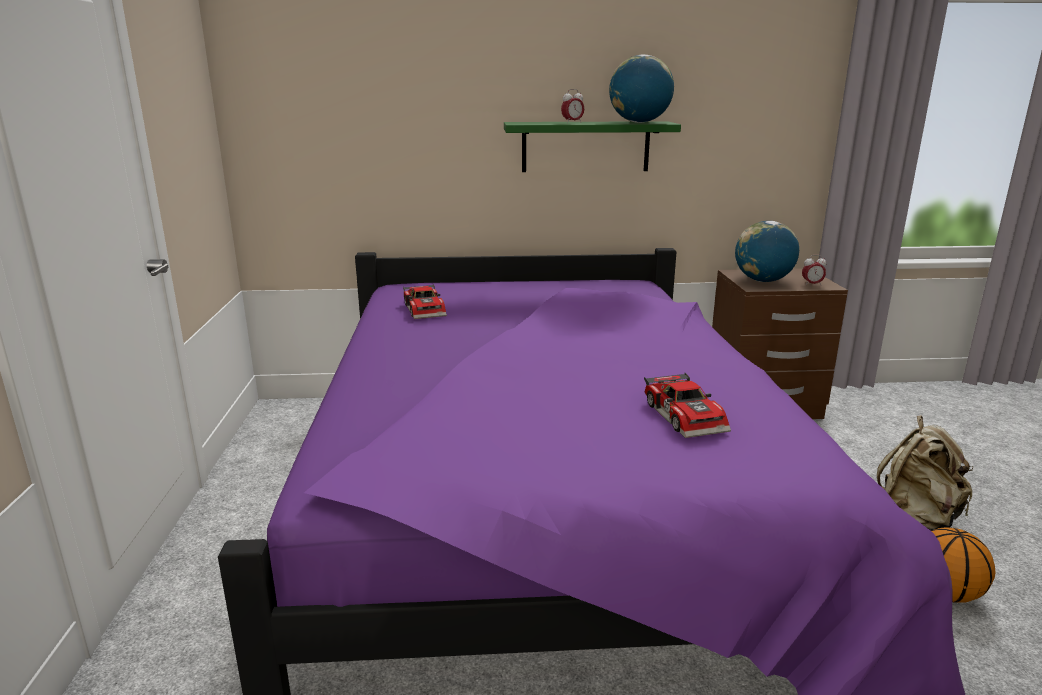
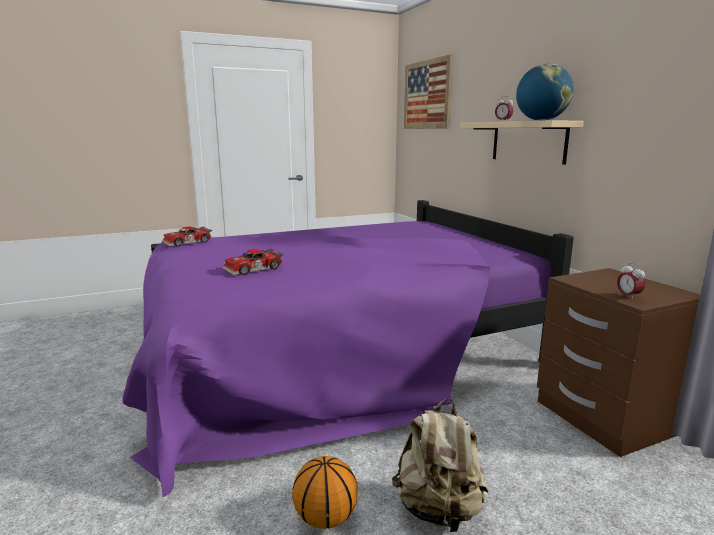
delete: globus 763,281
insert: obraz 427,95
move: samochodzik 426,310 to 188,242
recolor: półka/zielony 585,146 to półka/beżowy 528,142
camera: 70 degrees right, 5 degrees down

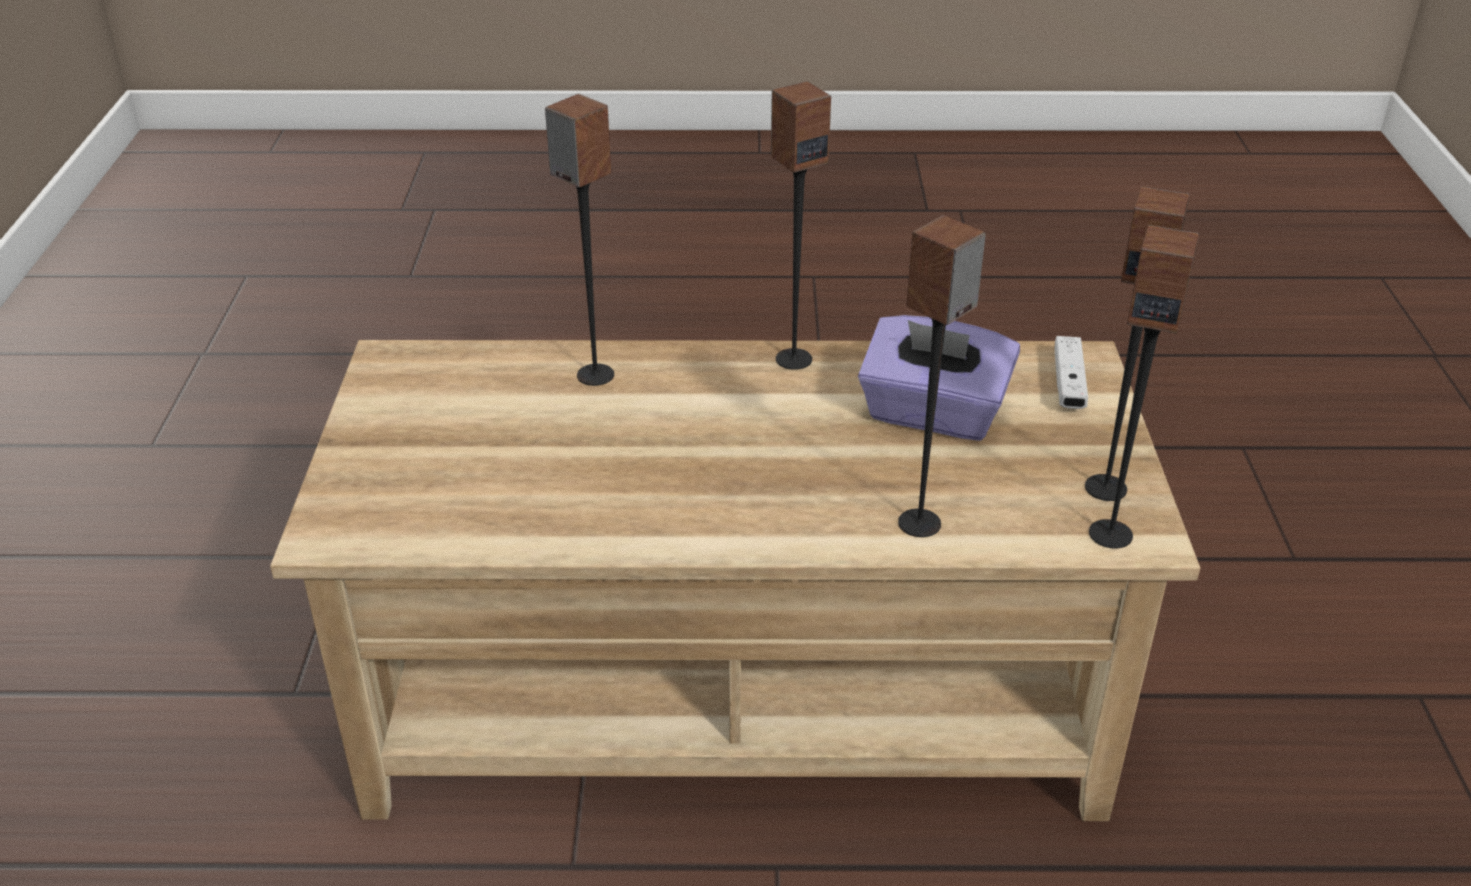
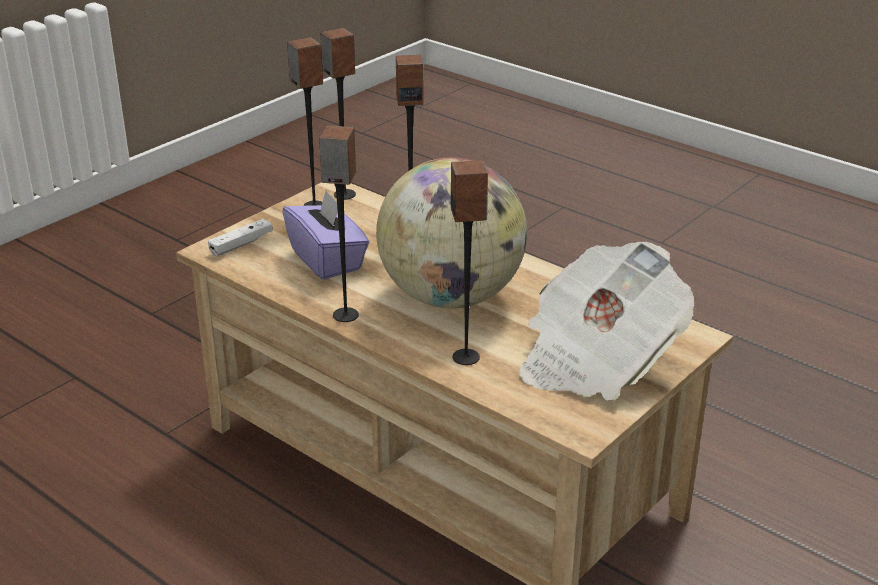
insert: globus 451,297; gazeta 597,359
camera: 140 degrees left, 5 degrees down

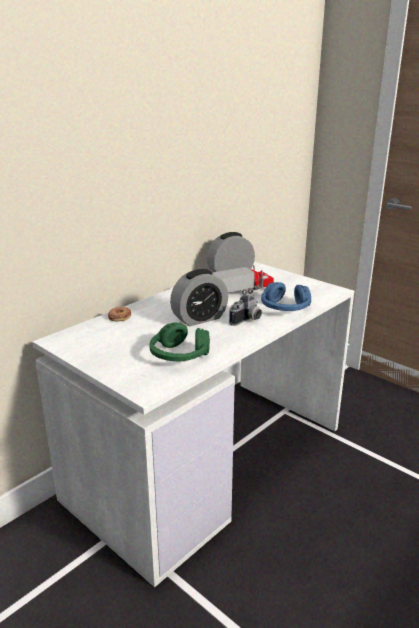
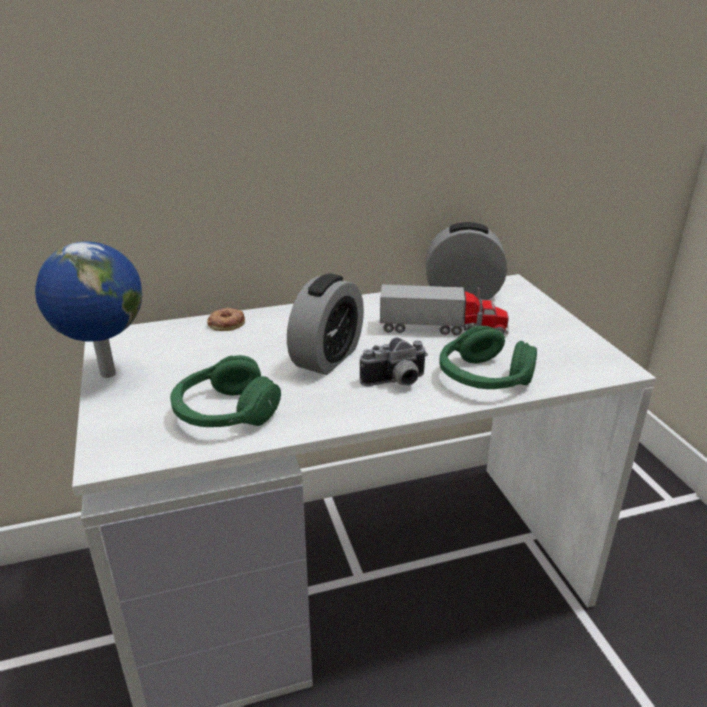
insert: globus 106,374
recolor: słuchawki/niebieski 285,308 to słuchawki/zielony 483,377
rotate: budzik 199,318 = 327,358 60 degrees counterclockwise
camera: 30 degrees right, 5 degrees up

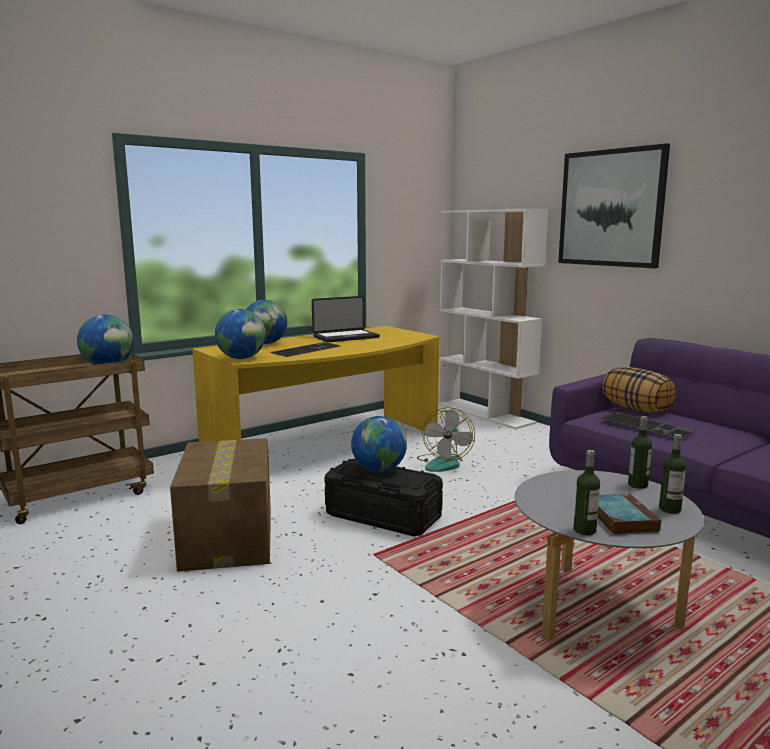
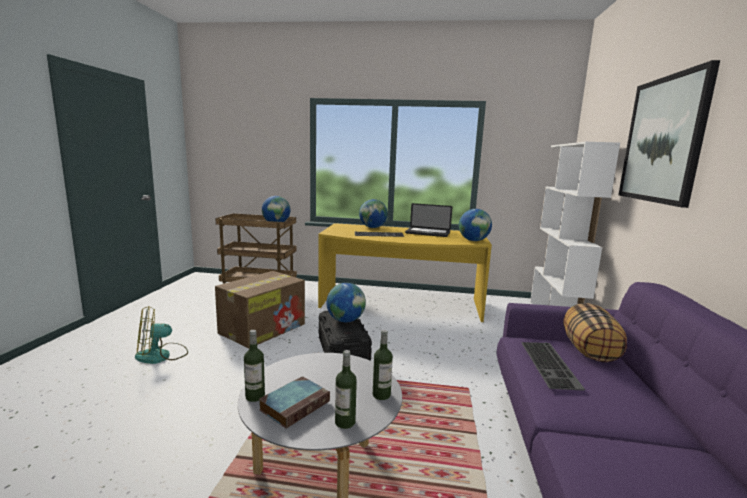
move: wentylator 444,463 to 161,355; globus 241,358 to 473,240
camera: 45 degrees right, 0 degrees up

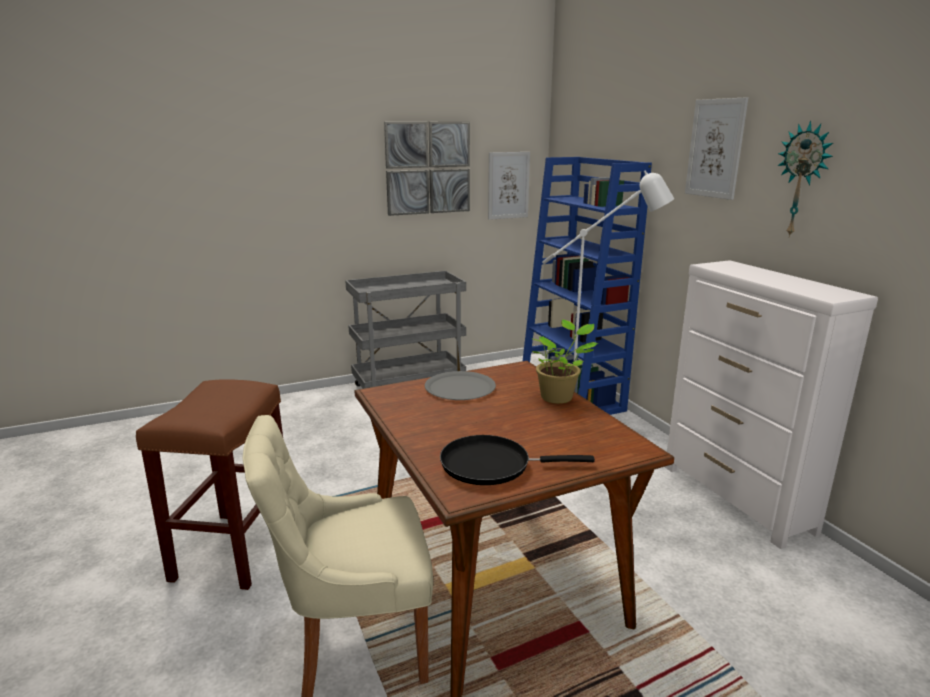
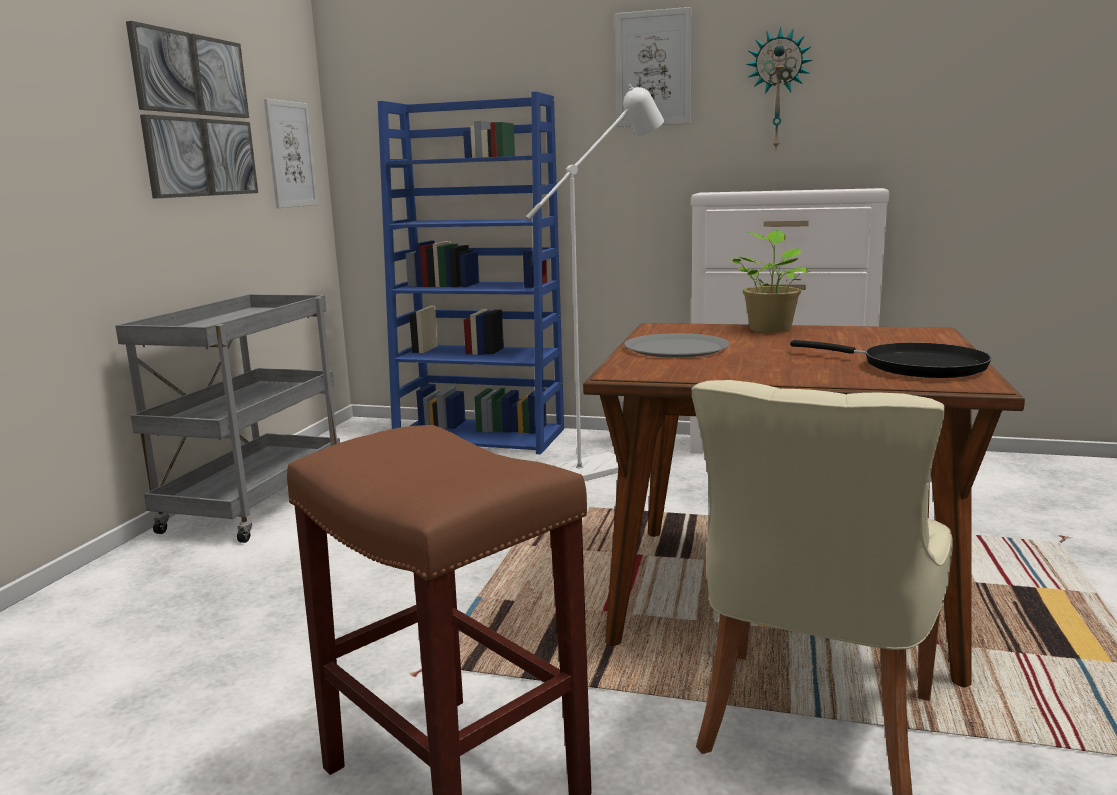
rotate: patelnia/czarny 492,465 = 914,366 90 degrees counterclockwise
camera: 50 degrees left, 5 degrees down

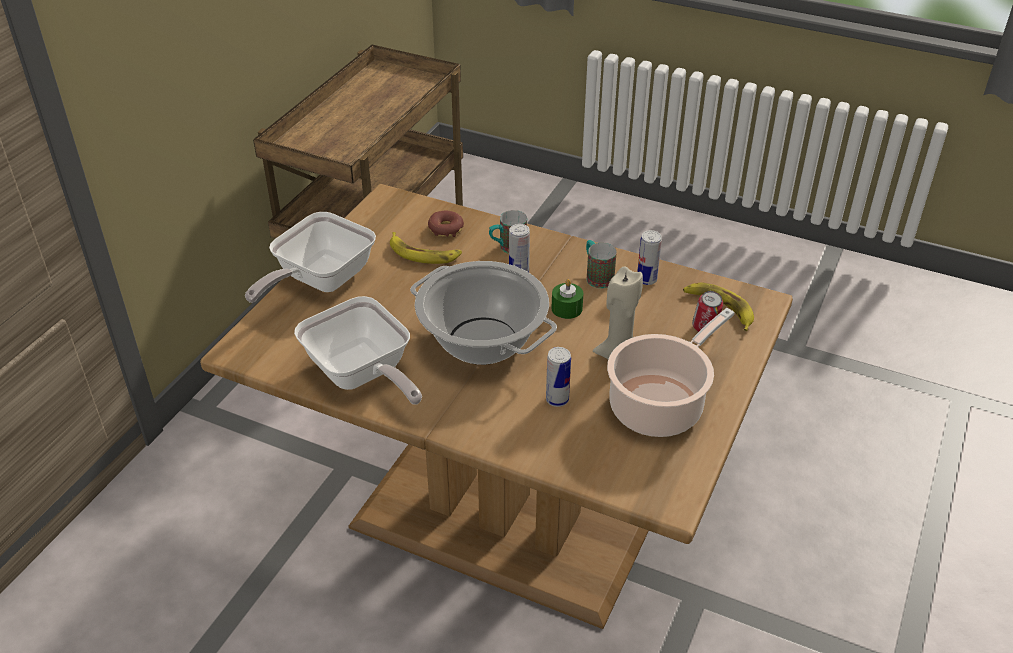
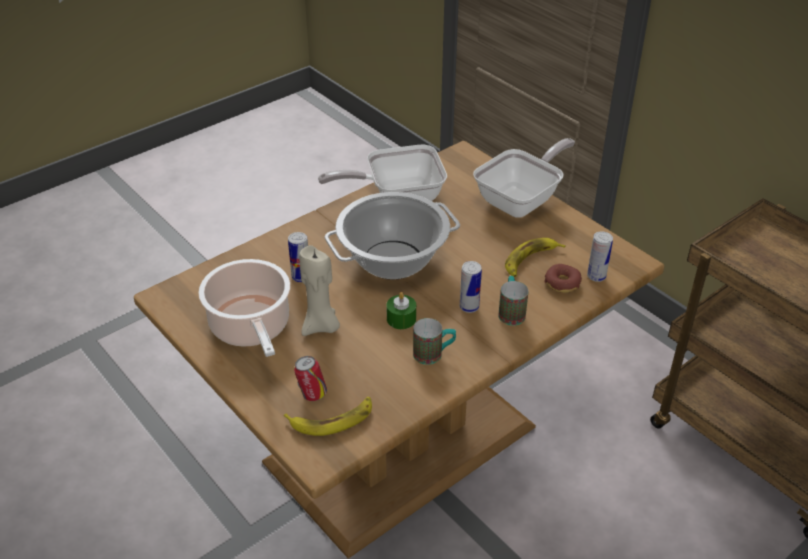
move: puszka 646,279 to 596,276
rotate: patelnia 319,281 = 522,200 75 degrees clockwise
camera: 115 degrees right, 0 degrees up

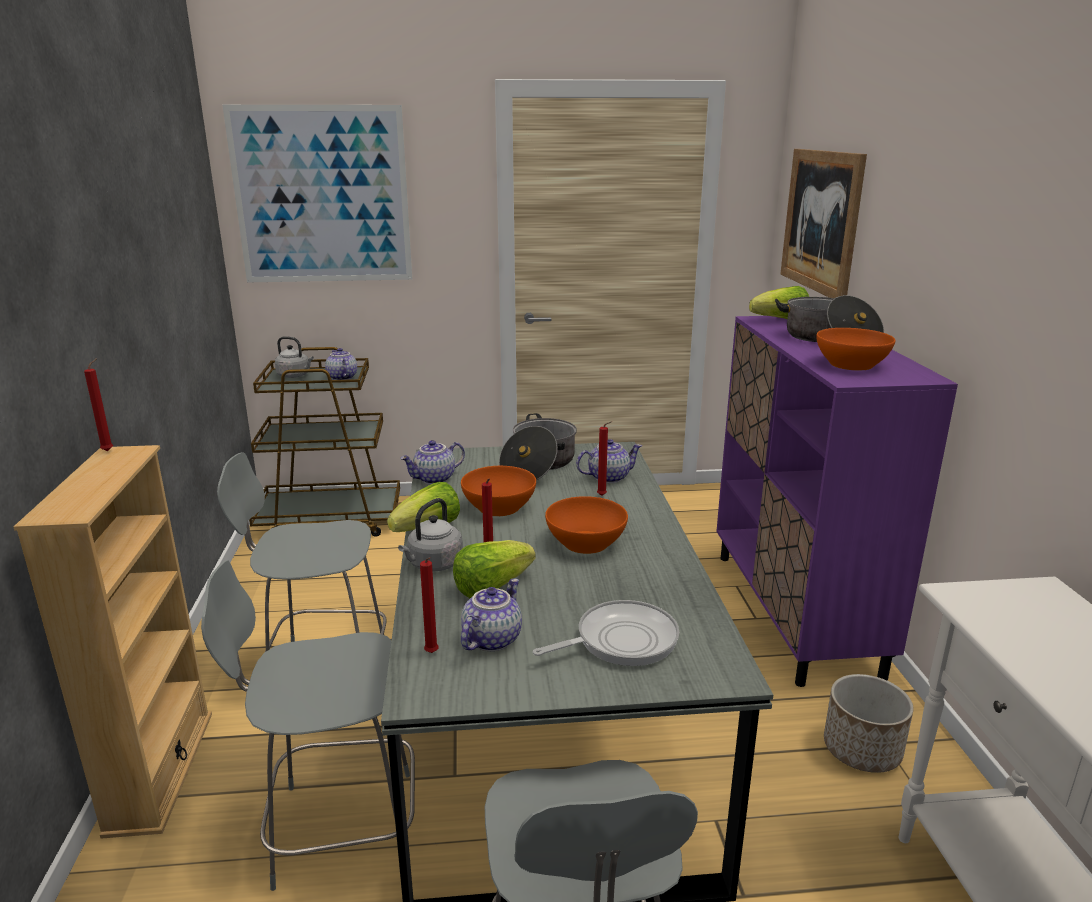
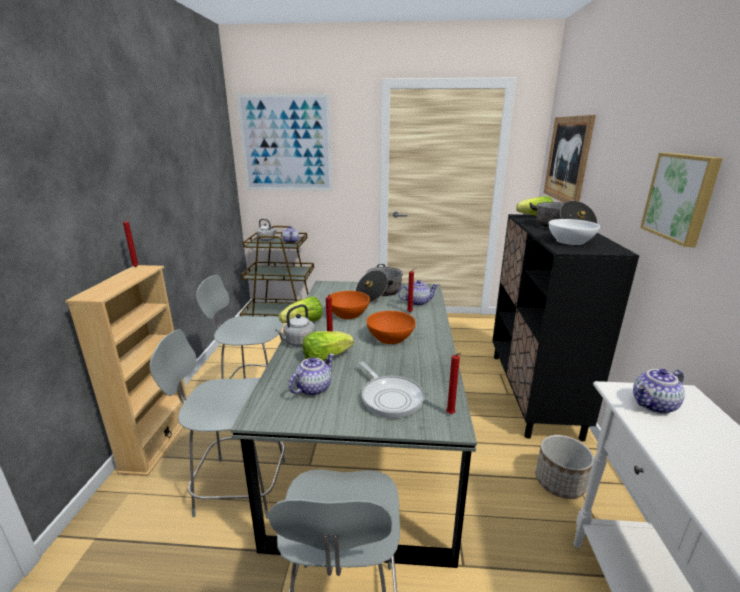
insert: obraz 681,197
move: świeca/czerwony 432,654 to 451,415; imbryk 434,479 to 654,405
recolor: szafka/fioletowy 794,612 to szafka/czarny 532,393; miska/pomarańczowy 851,364 to miska/biały 570,241
rotate: patelnia 620,641 = 390,397 75 degrees clockwise
camera: 10 degrees right, 0 degrees up

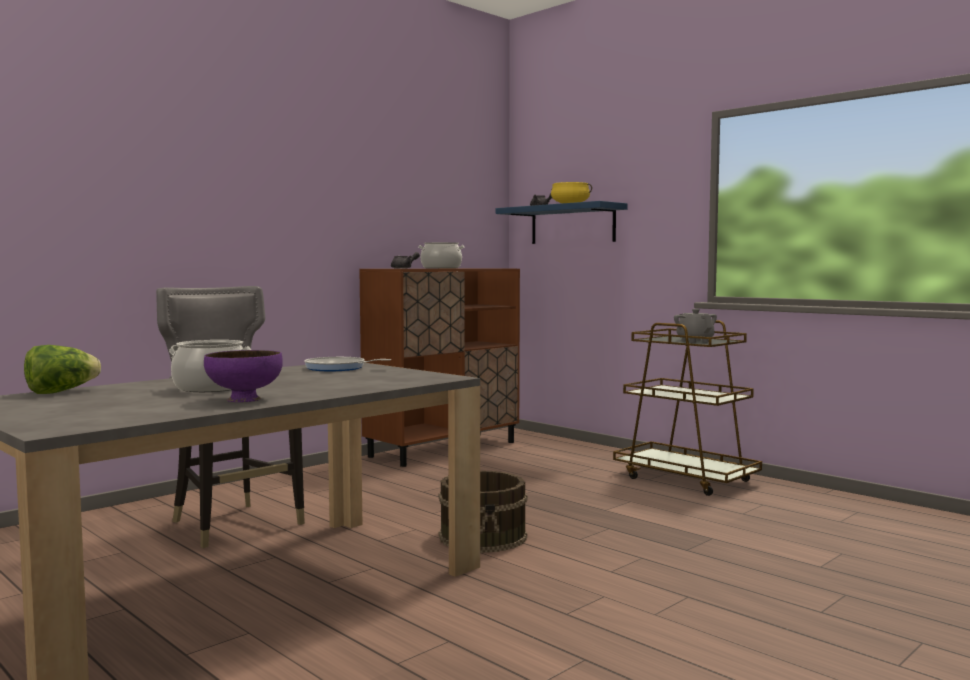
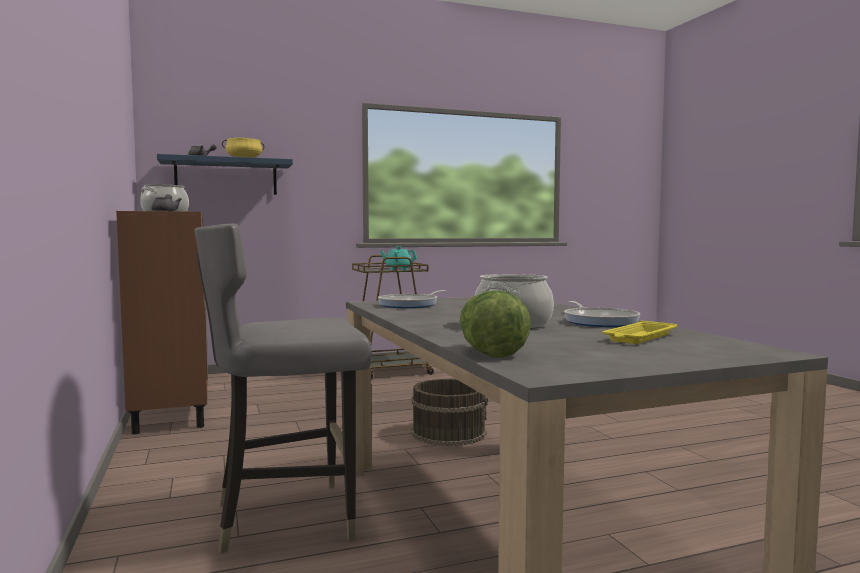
insert: taca/żółty 639,337
replace: miska/fioletowy 245,399 to patelnia 599,321
recolor: imbryk/szary 695,341 to imbryk/turkusowy 398,269
camera: 65 degrees left, 0 degrees up

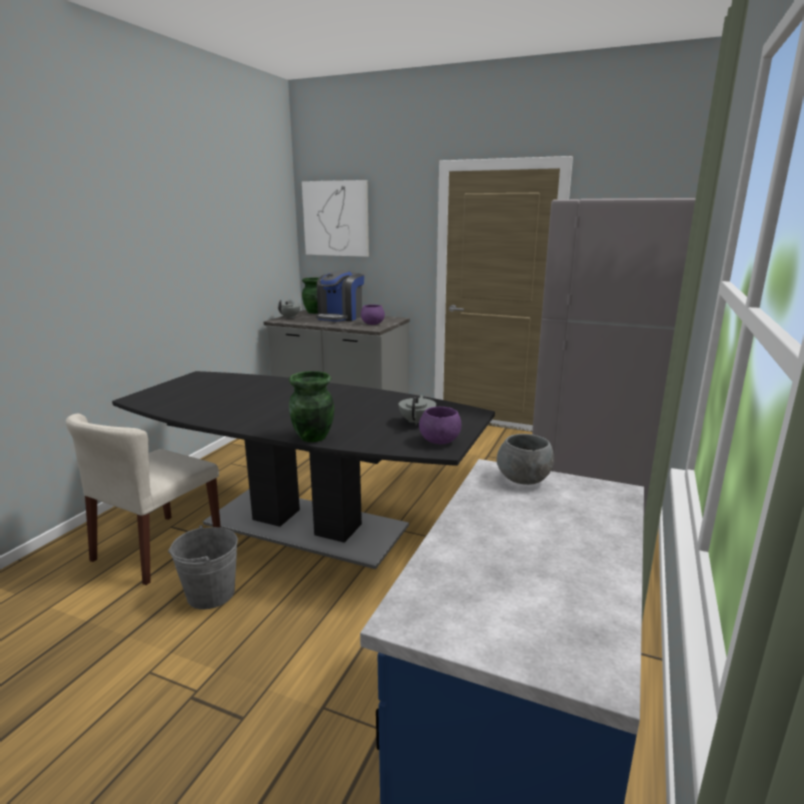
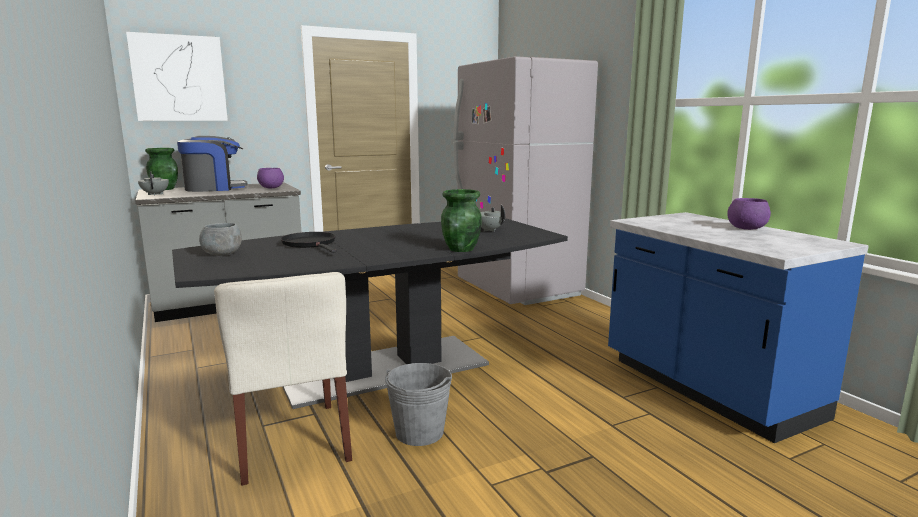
insert: patelnia/czarny 310,244
move: miska/szary 523,480 to 222,254; miska/fioletowy 439,441 to 747,228
rotate: ekspres do kawy 340,317 = 214,188 90 degrees counterclockwise
camera: 50 degrees left, 5 degrees down

